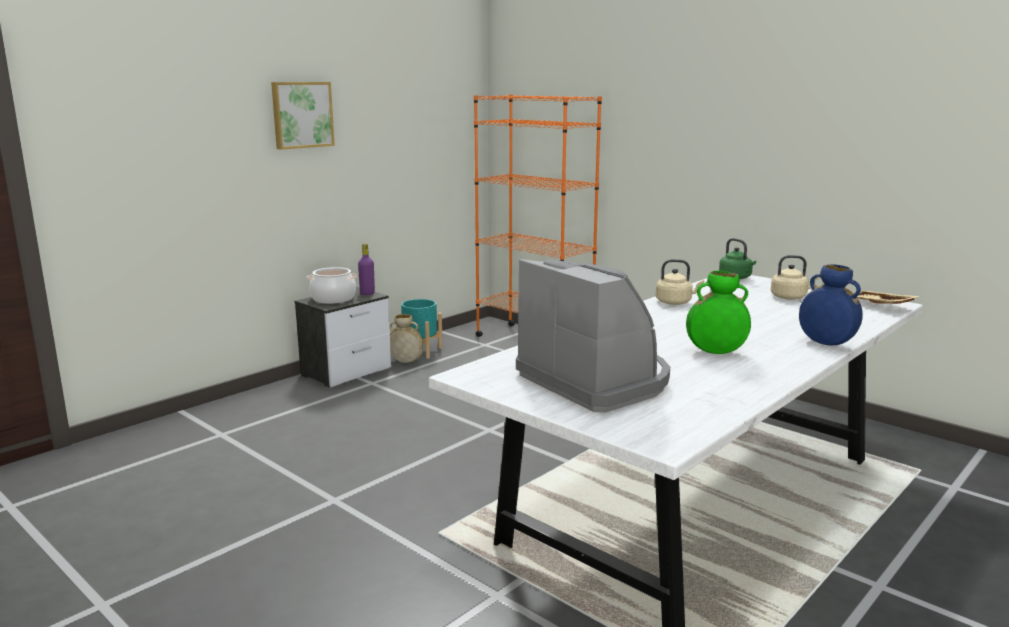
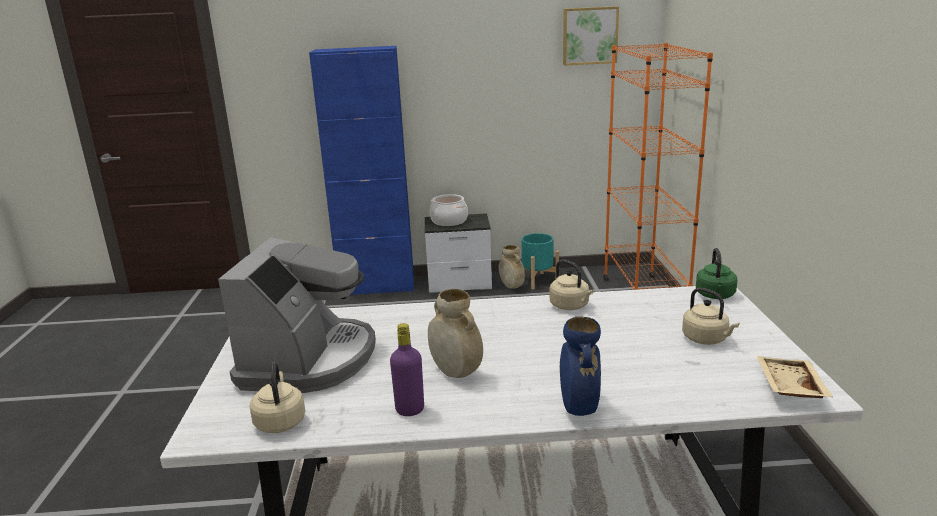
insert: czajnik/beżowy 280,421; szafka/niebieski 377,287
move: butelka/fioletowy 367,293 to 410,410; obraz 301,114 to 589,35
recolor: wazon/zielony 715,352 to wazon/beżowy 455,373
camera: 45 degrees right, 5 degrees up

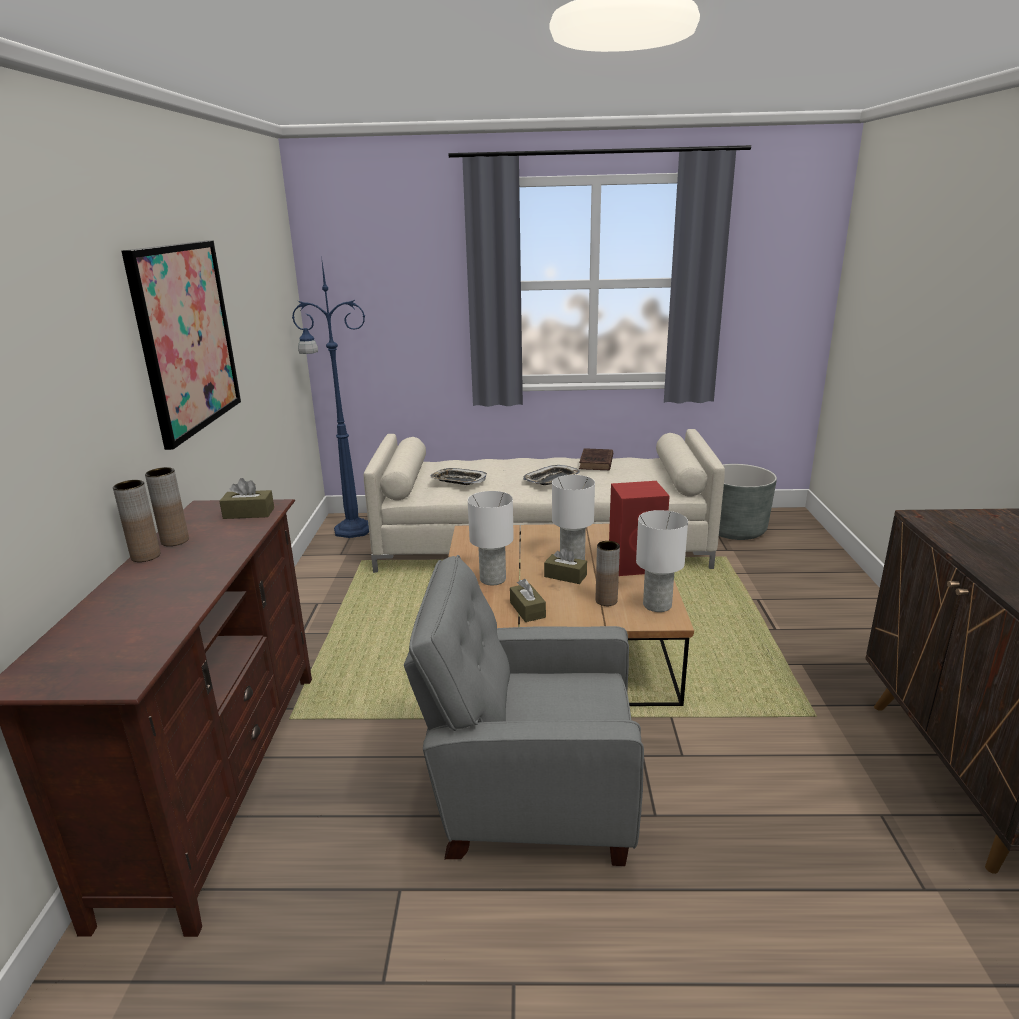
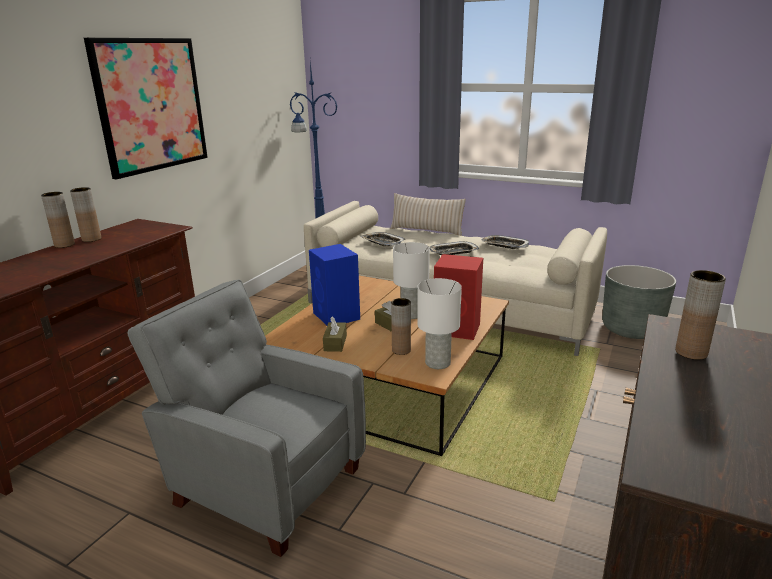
delete: pudełko chusteczek/brązowy 249,513
insert: poduszka/beżowy 426,230; wazon/brązowy 691,352
replace: lampa stołowa/biały 493,579 to głośnik/niebieski 337,316; książka/brązowy 596,463 to taca 504,245
camera: 25 degrees right, 0 degrees up

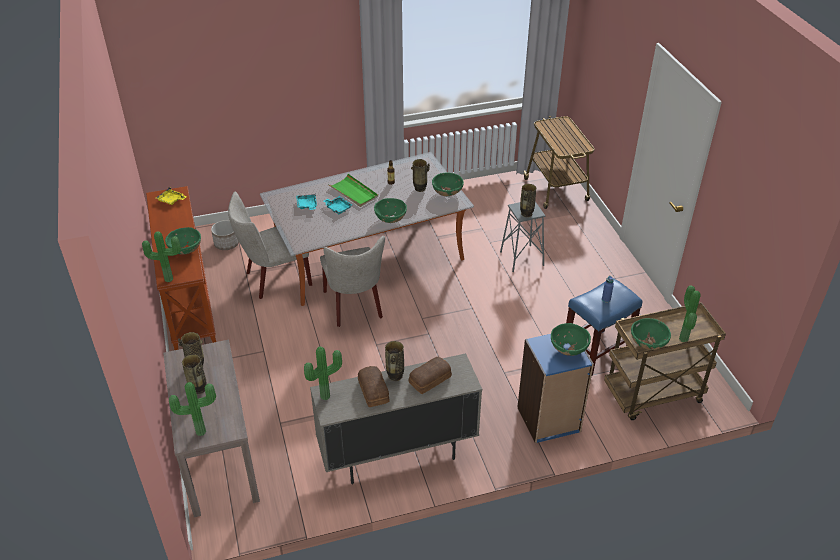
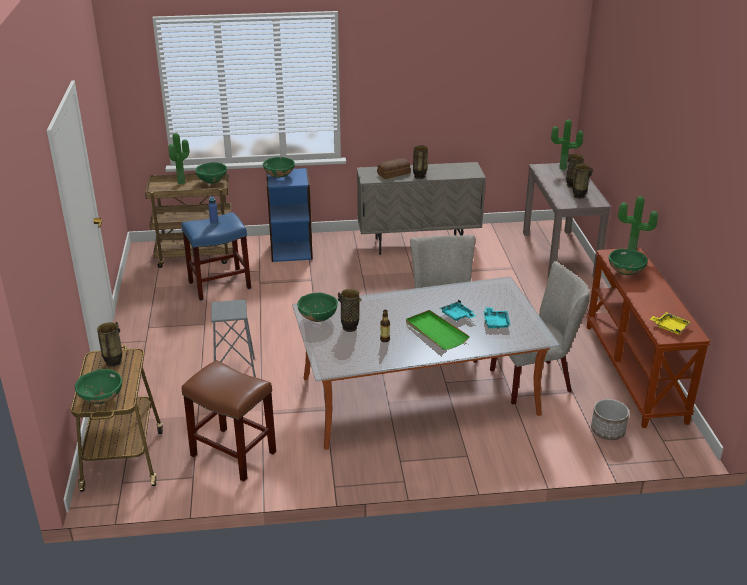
delete: roślina doniczkowa 326,397; chleb 374,390
insert: stołek/brązowy 232,454
move: miska/zielony 390,220 to 101,400; wazon 526,214 to 114,363
camera: 170 degrees left, 10 degrees down

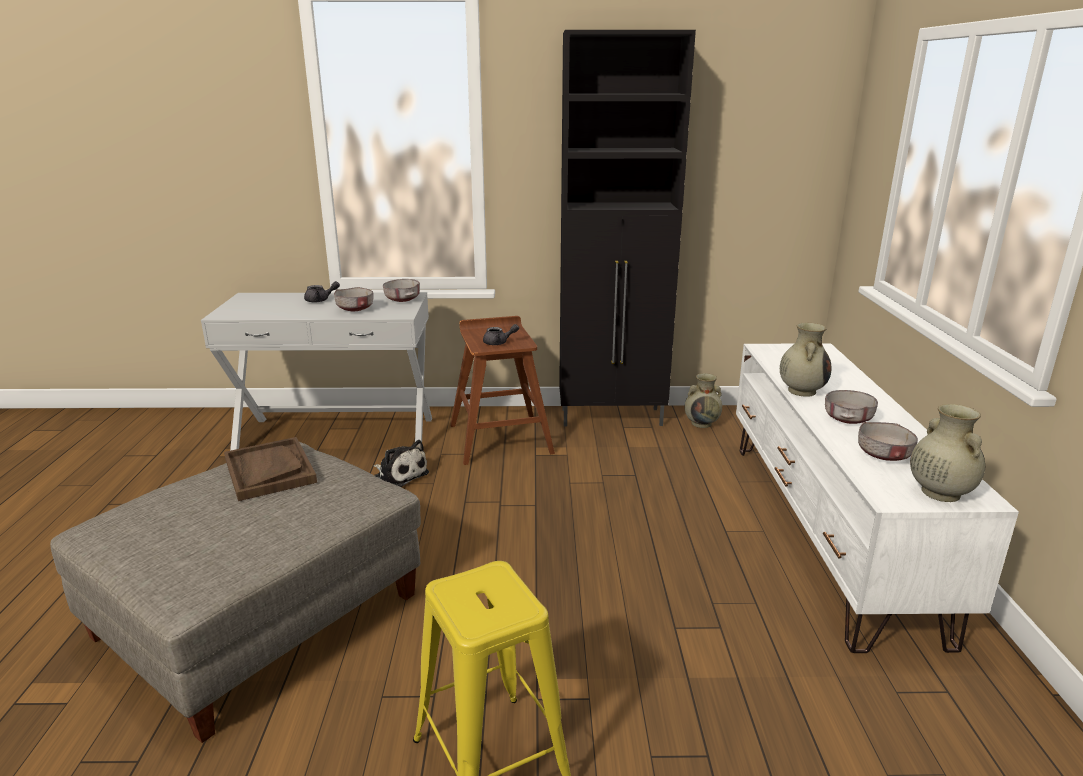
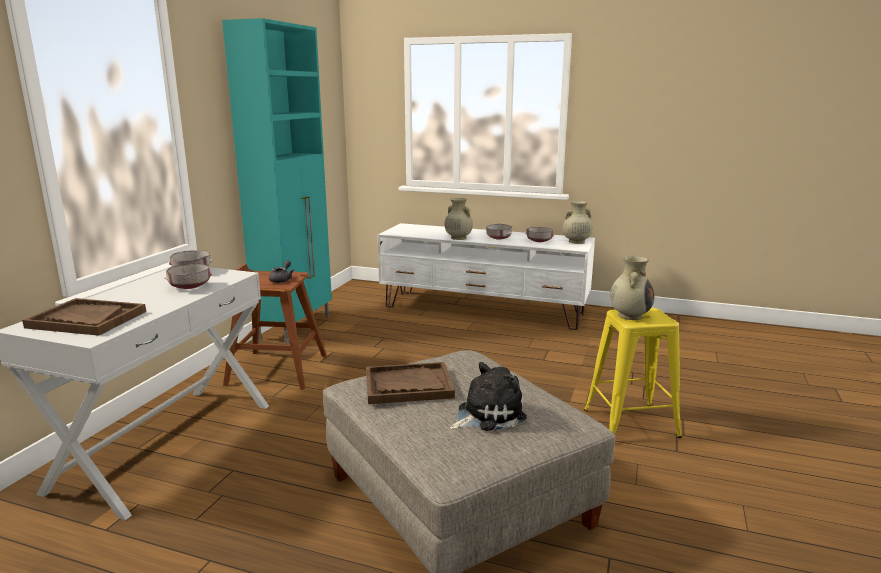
delete: imbryk/szary 320,300
insert: taca/brązowy 86,319
move: pluszak 399,475 to 487,414; wazon/beżowy 702,423 to 630,315
recolor: szafka/czarny 613,417 to szafka/turkusowy 296,328
camera: 70 degrees left, 5 degrees down

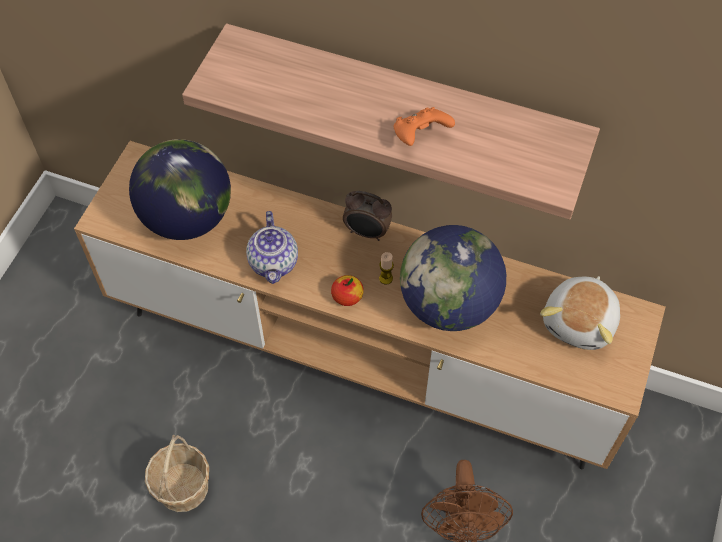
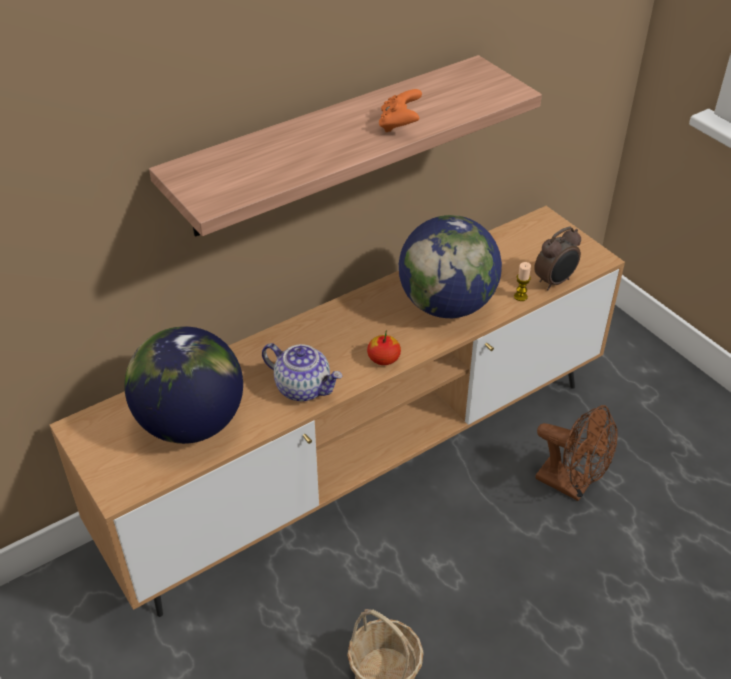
delete: pluszak 580,322
move: świeca 386,278 to 520,296; budzik 367,233 to 555,282
camera: 55 degrees left, 15 degrees down

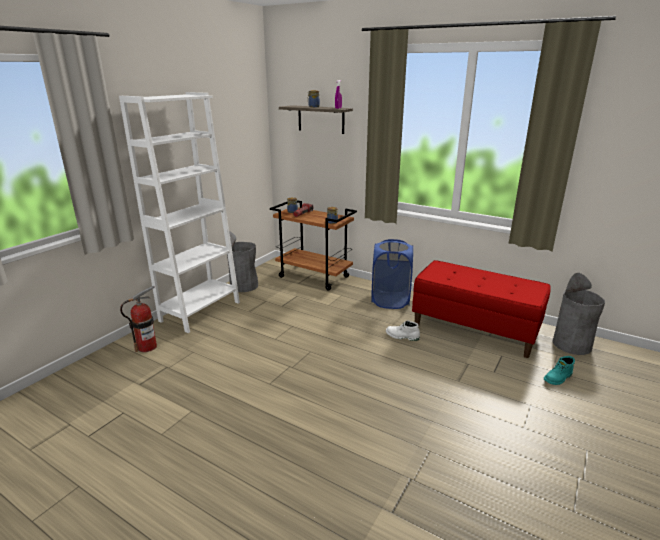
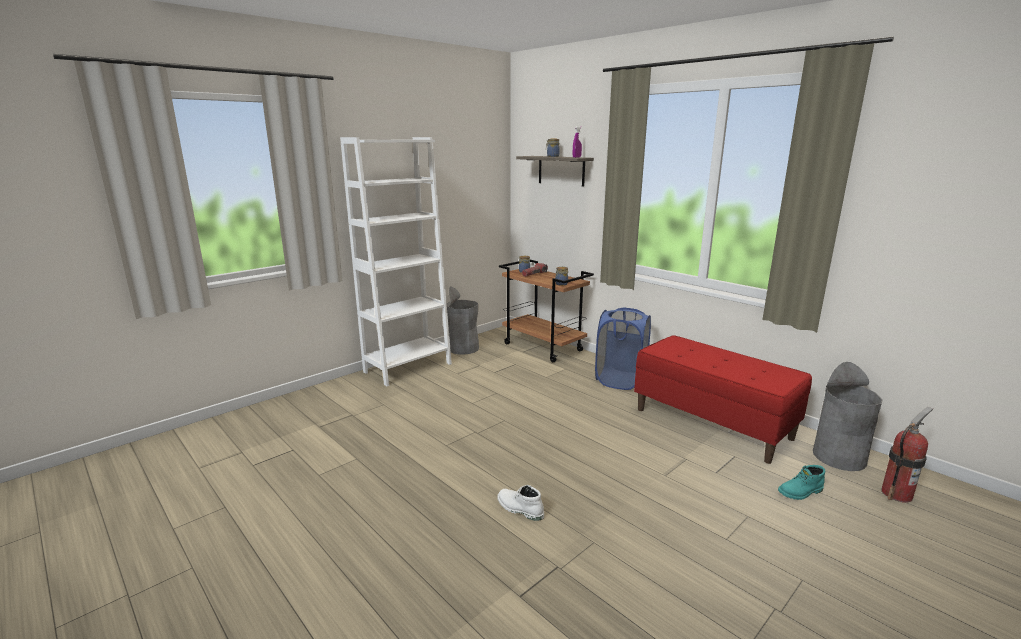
move: but z cholewką/biały 402,336 to 519,509; gaśnica 147,347 to 896,494
camera: 15 degrees right, 5 degrees down

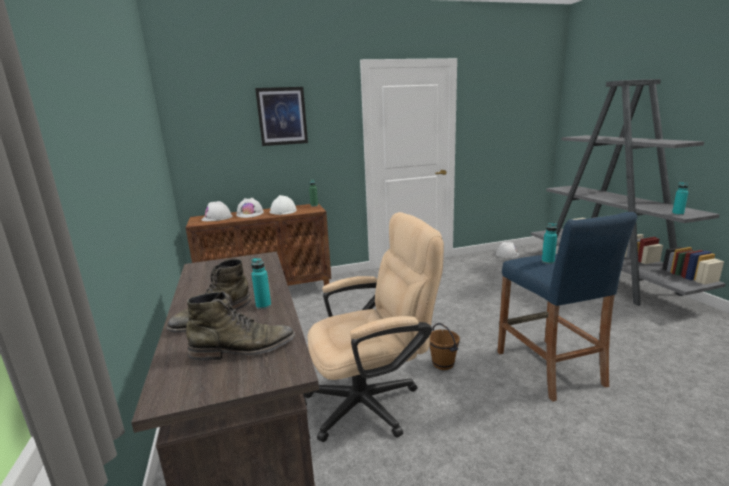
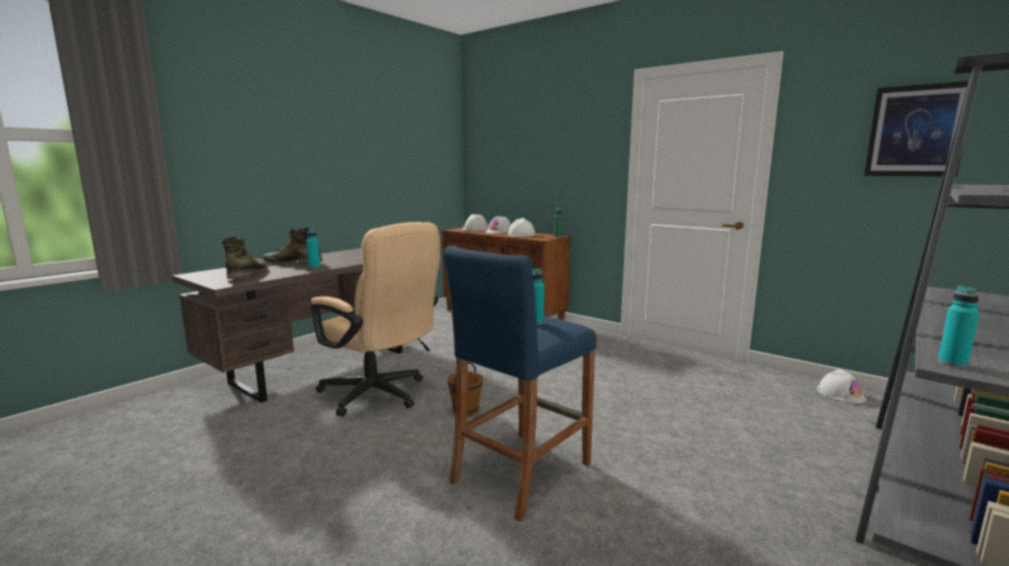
move: obraz 282,116 to 916,131
rotate: but z cholewką/zielony 244,349 = 249,274 135 degrees counterclockwise
camera: 55 degrees right, 5 degrees down

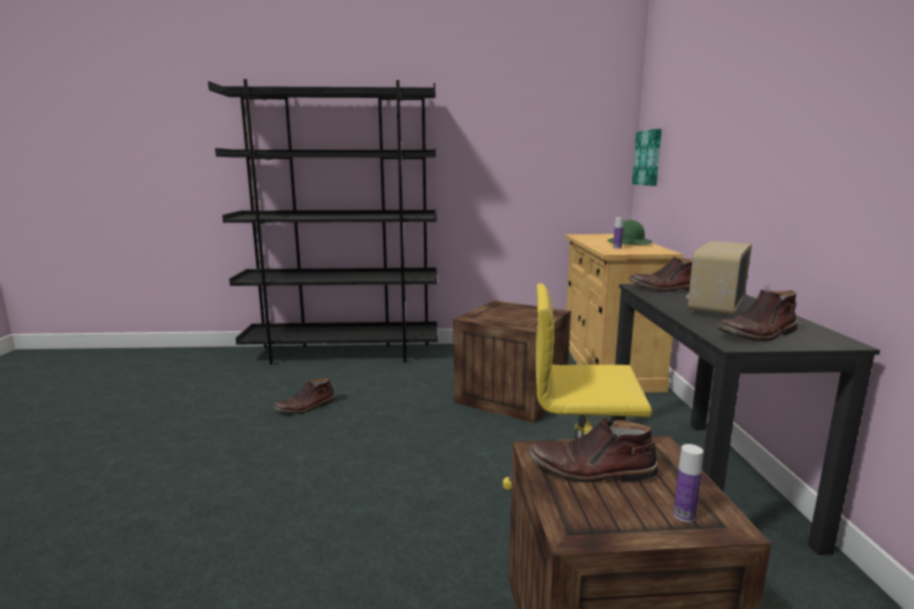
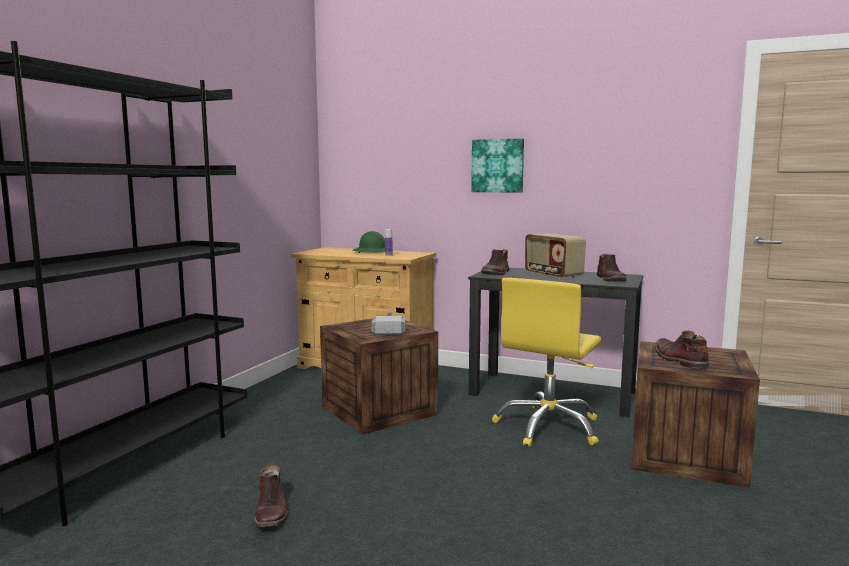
delete: butelka 684,515
insert: młotek 388,327
move: obraz 648,158 to 498,166
rotate: but z cholewką/brązowy 591,470 = 679,360 135 degrees clockwise
camera: 65 degrees left, 5 degrees down

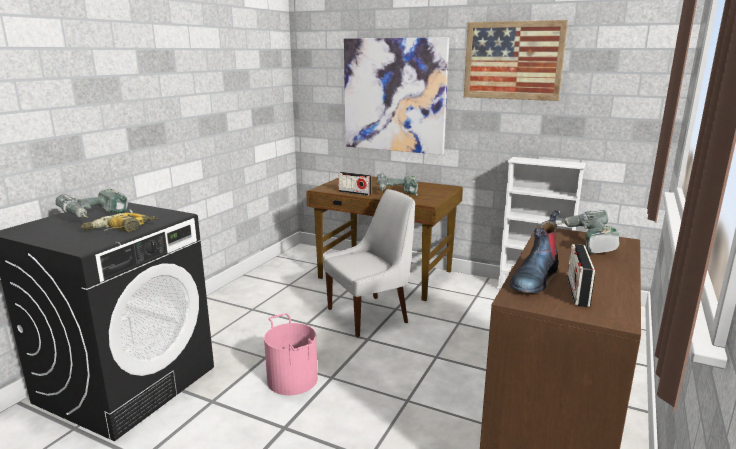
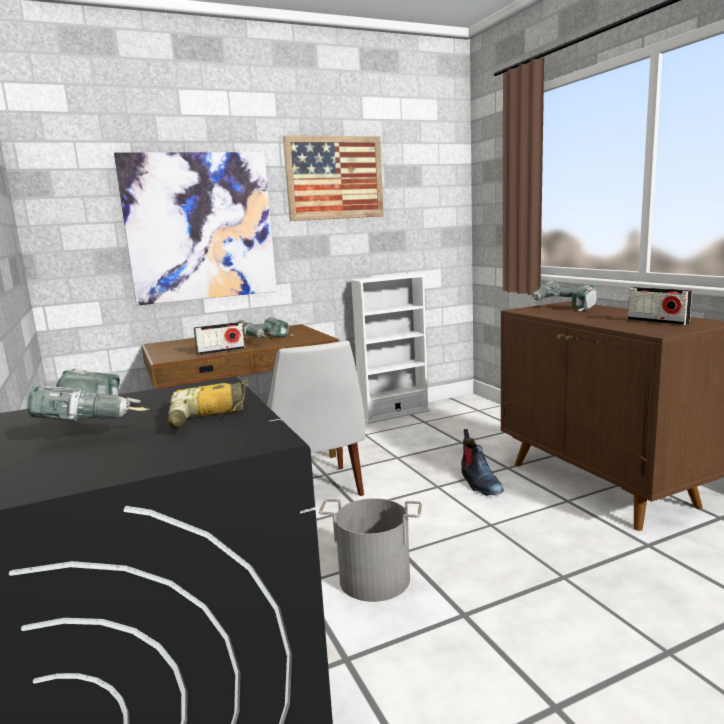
move: but z cholewką 534,279 to 479,483
recolor: wiadro/różowy 293,379 to wiadro/szary 375,578
rotate: krzesło/biały 370,315 = 314,490 150 degrees clockwise
camera: 50 degrees left, 5 degrees down

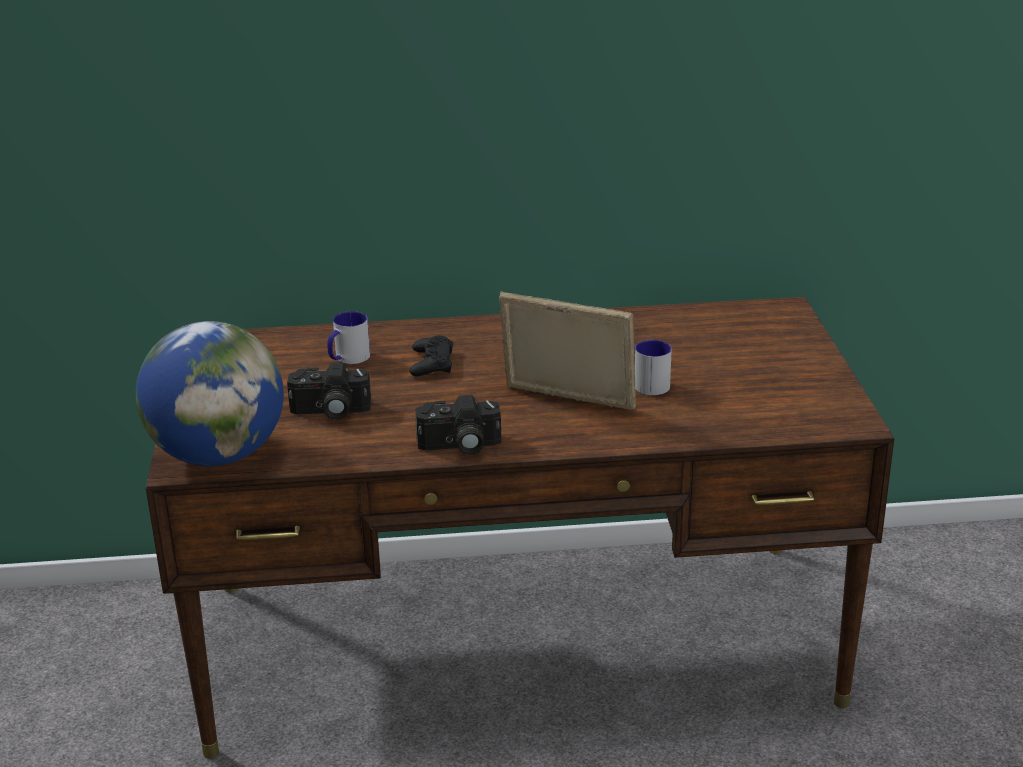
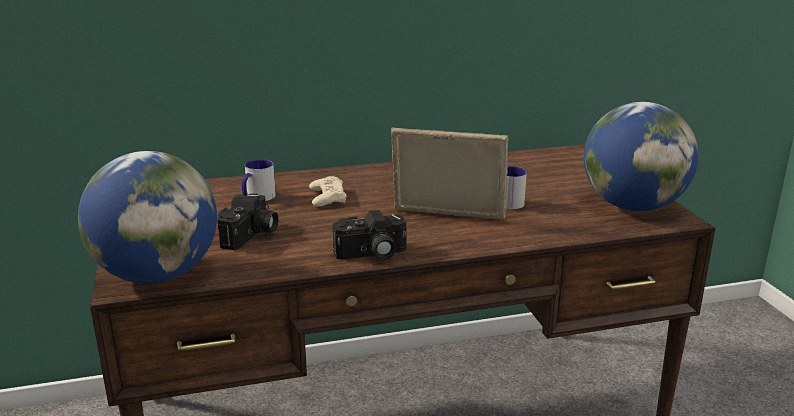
insert: globus 632,206
recolor: pad do gier/czarny 431,363 to pad do gier/beżowy 327,197
rotate: aparat fotograficzny 329,411 = 251,235 60 degrees counterclockwise
camera: 10 degrees left, 5 degrees down

